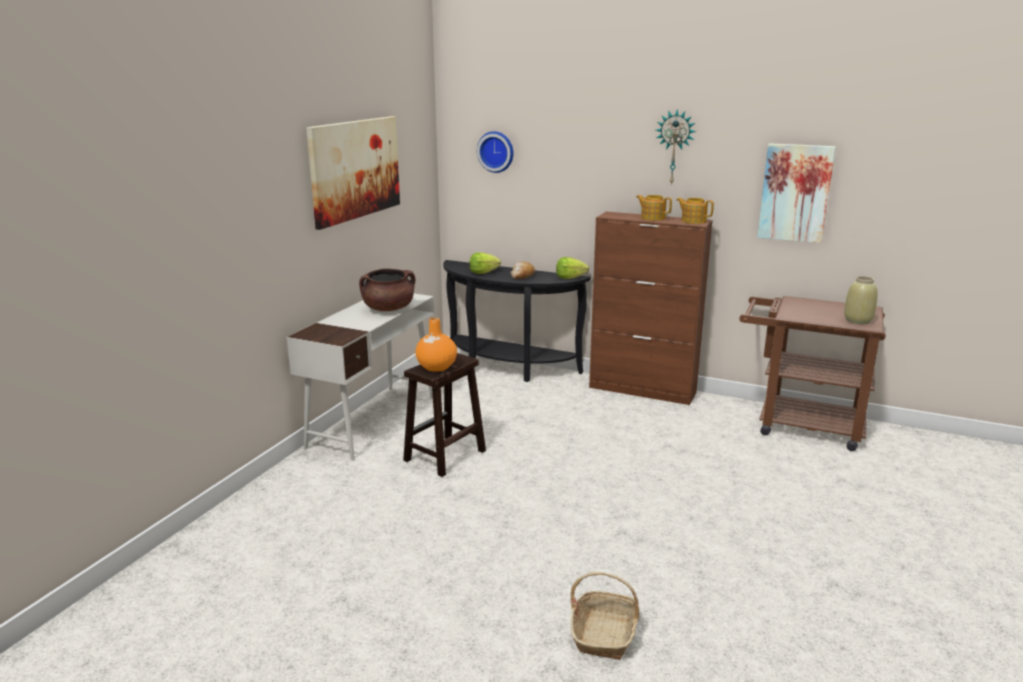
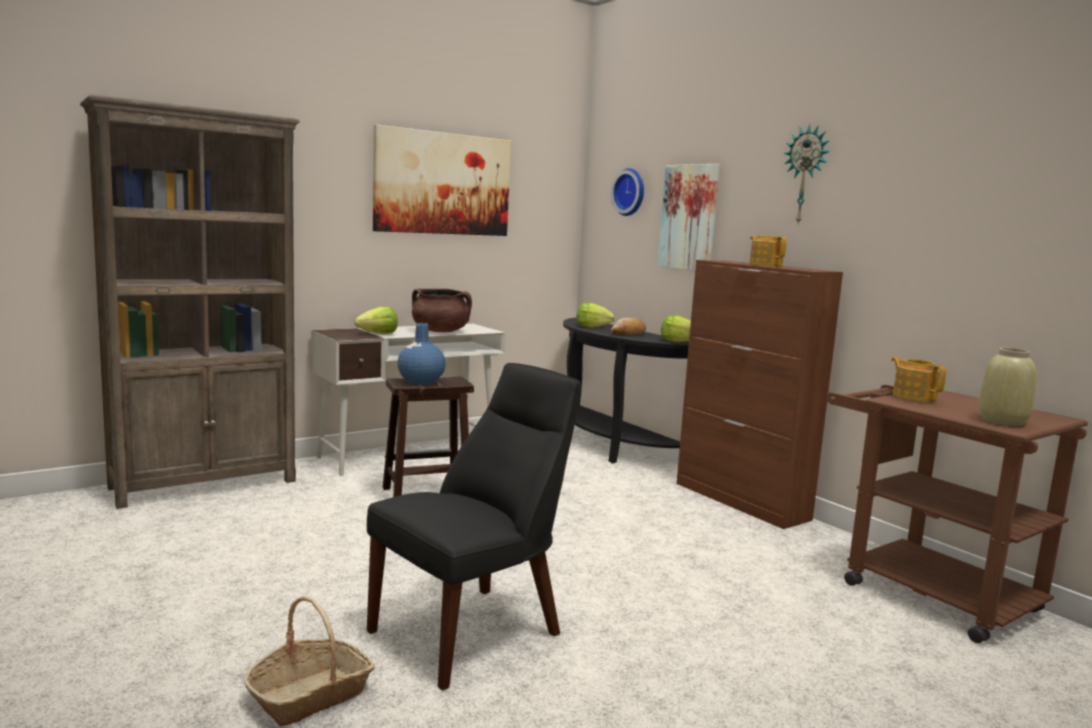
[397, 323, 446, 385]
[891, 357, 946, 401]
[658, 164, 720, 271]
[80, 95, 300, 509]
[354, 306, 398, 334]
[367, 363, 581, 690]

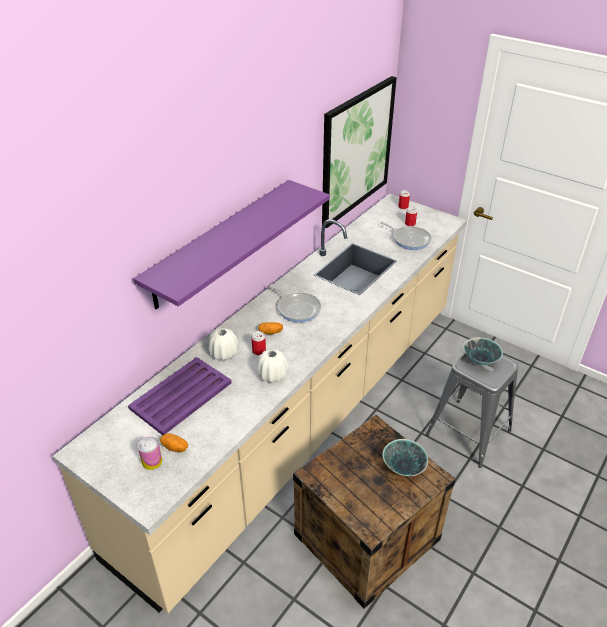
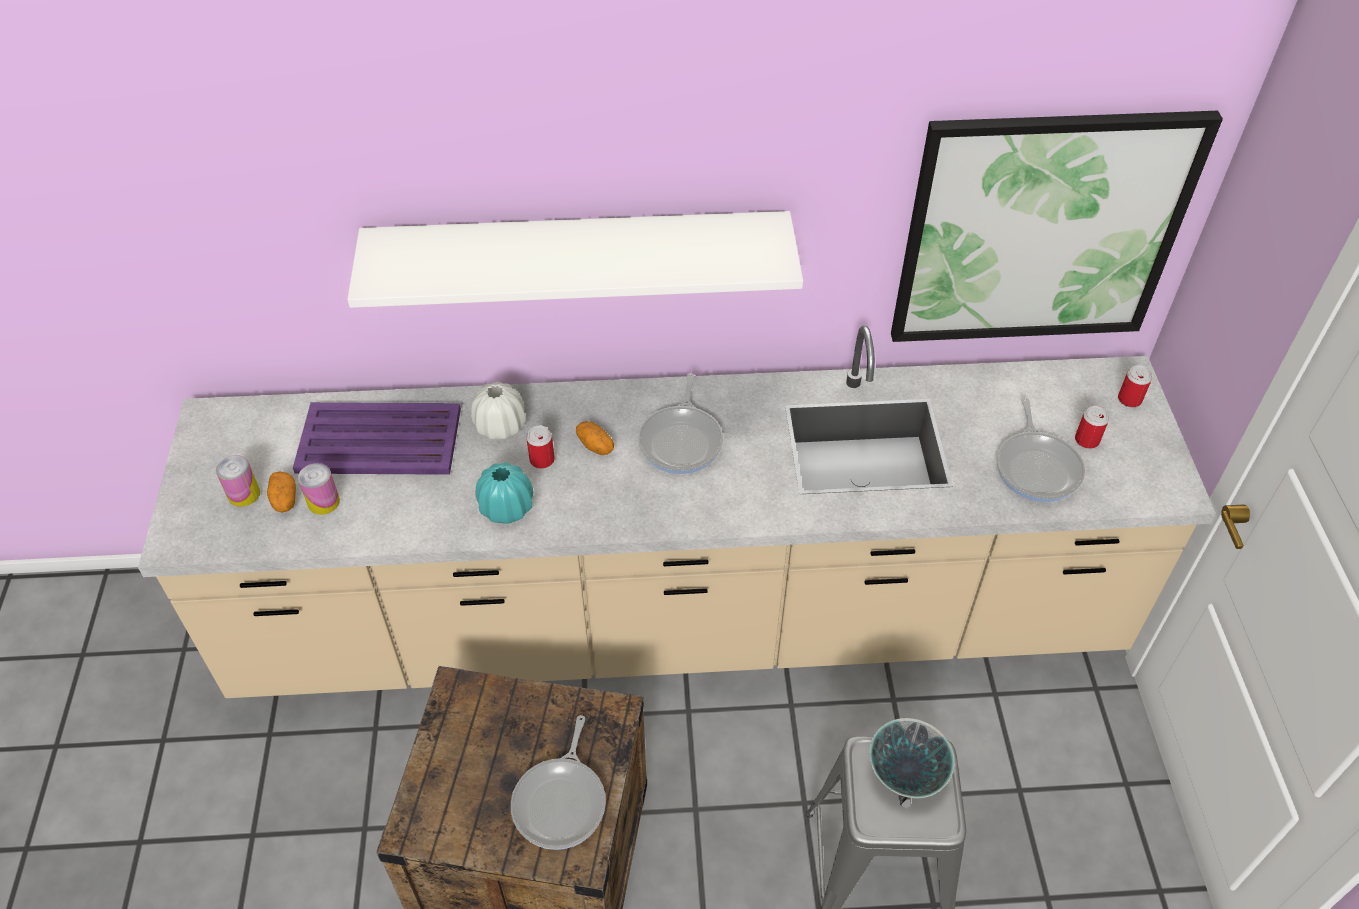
[347, 211, 803, 308]
[476, 462, 533, 524]
[511, 715, 606, 850]
[298, 463, 340, 515]

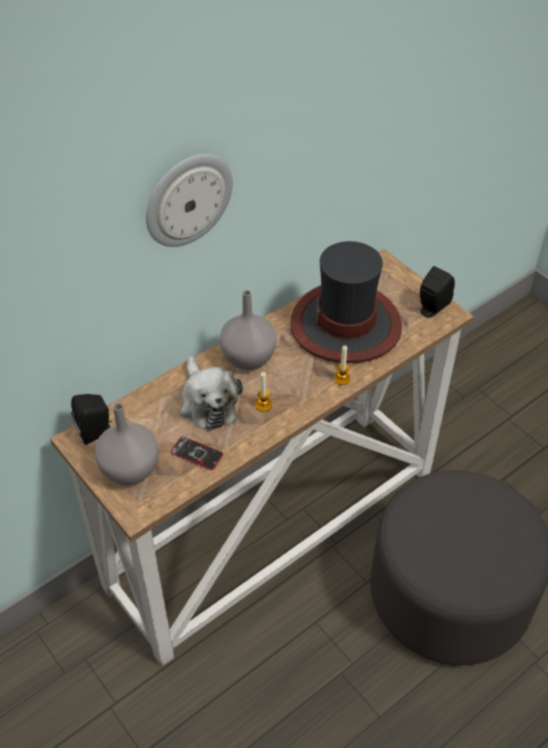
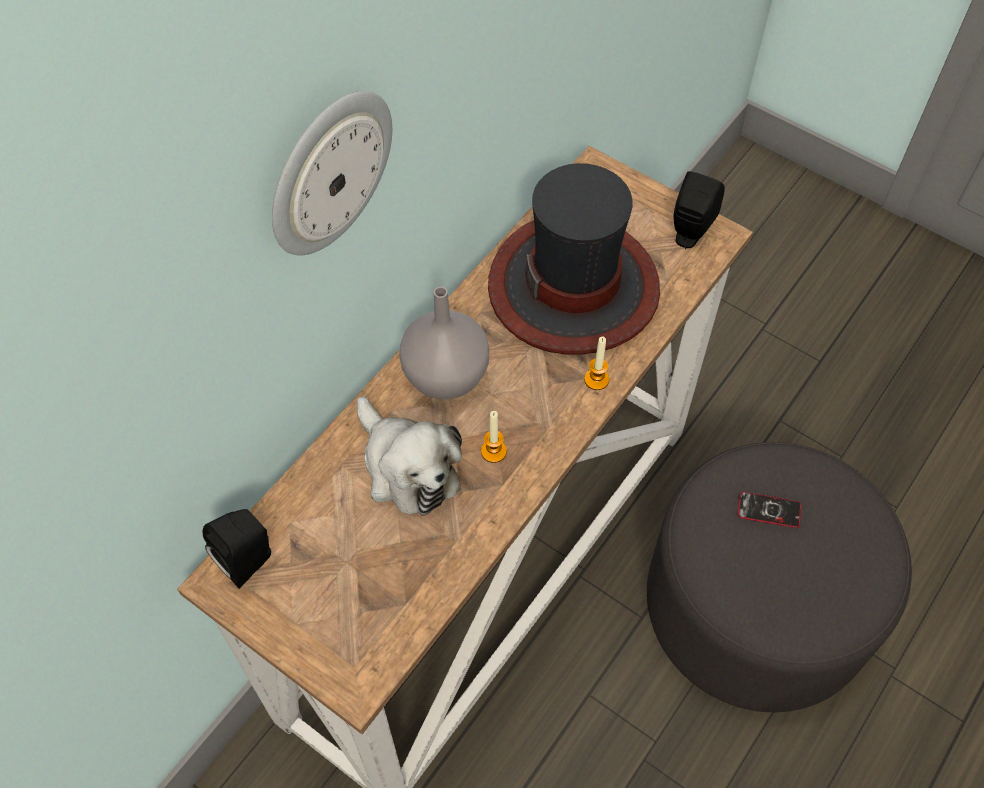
[95, 403, 159, 485] (first image)
[738, 492, 801, 528]

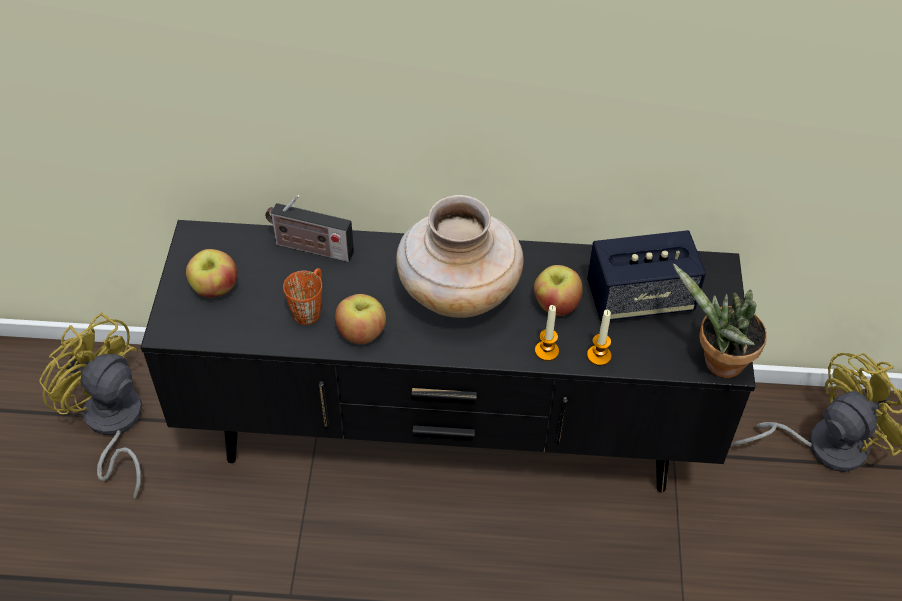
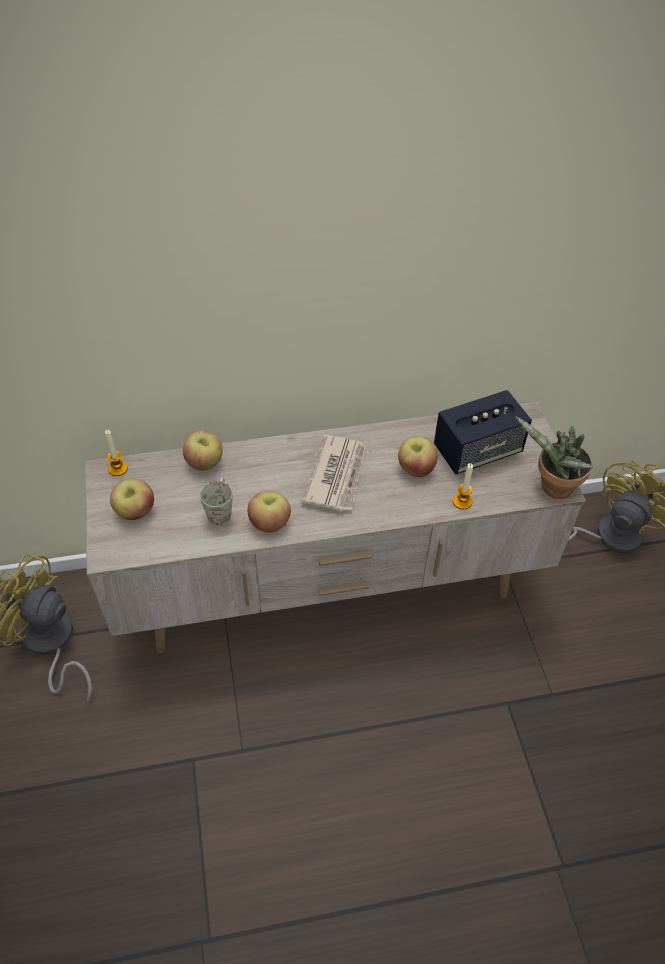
[85, 402, 586, 654]
[183, 430, 223, 471]
[200, 477, 233, 526]
[301, 435, 366, 512]
[105, 430, 128, 476]

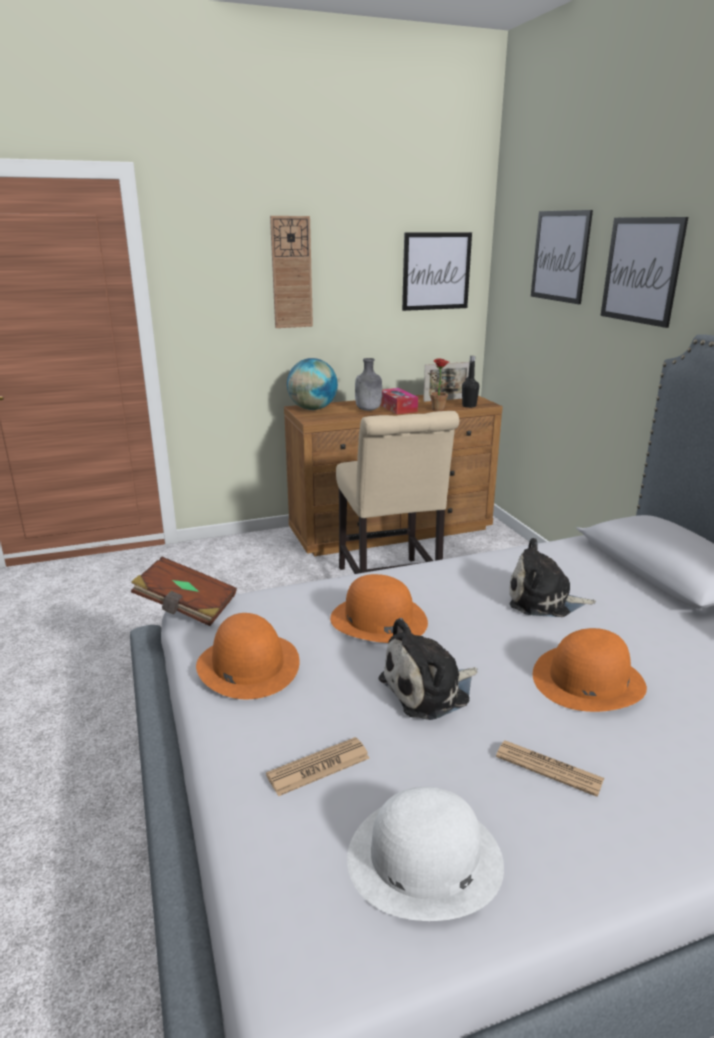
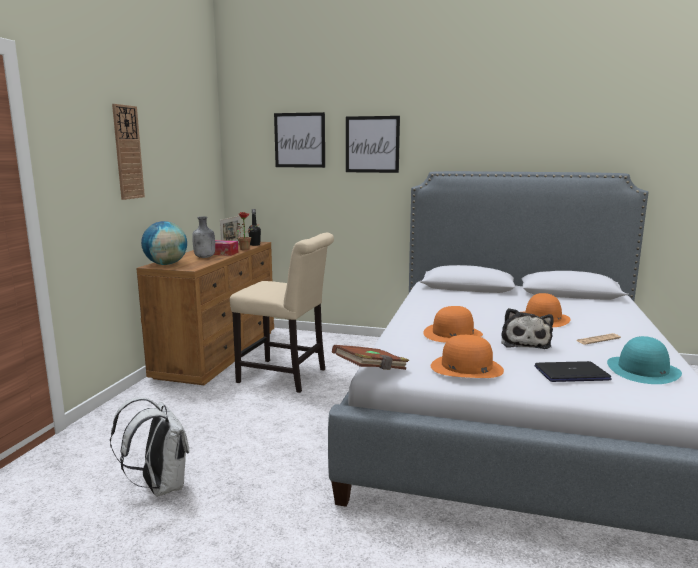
[534, 361, 612, 382]
[607, 336, 682, 384]
[402, 232, 472, 311] (first image)
[509, 538, 596, 617] (first image)
[110, 398, 189, 497]

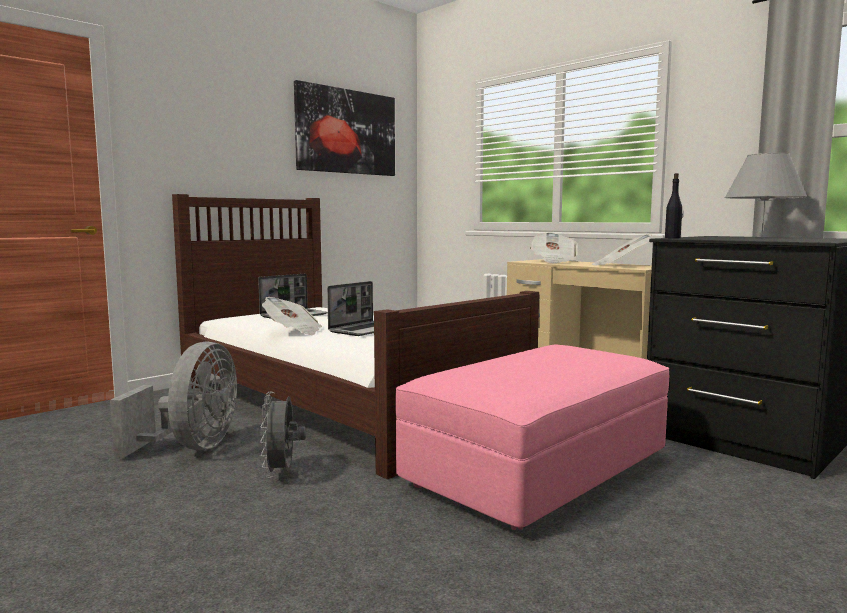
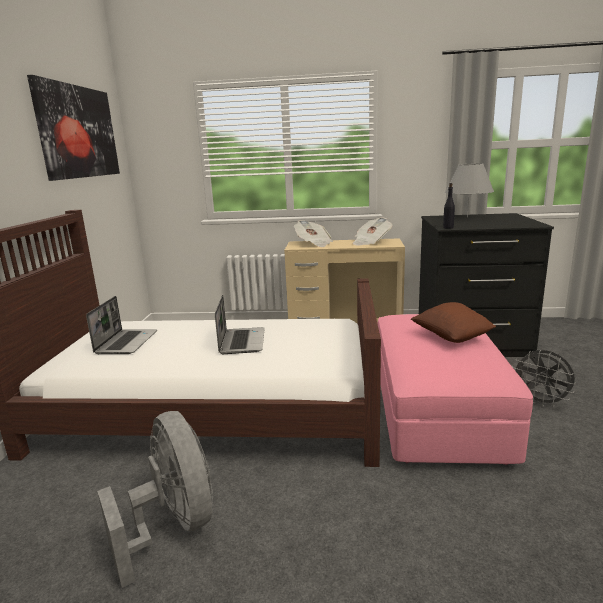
[512, 350, 576, 407]
[262, 297, 322, 335] (first image)
[411, 302, 496, 343]

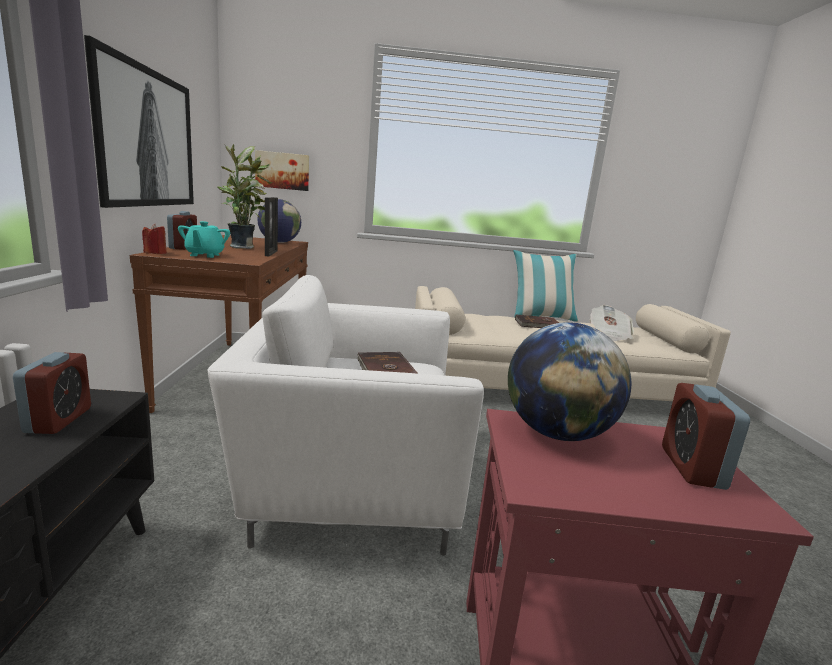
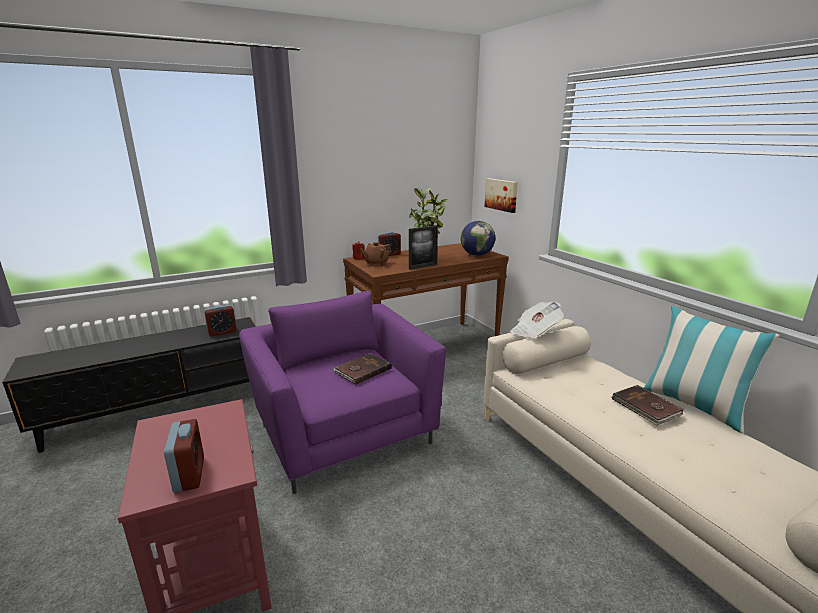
[84, 35, 194, 208] (first image)
[360, 242, 392, 266]
[239, 291, 446, 494]
[508, 322, 631, 441] (first image)
[510, 302, 564, 339]
[164, 419, 204, 493]

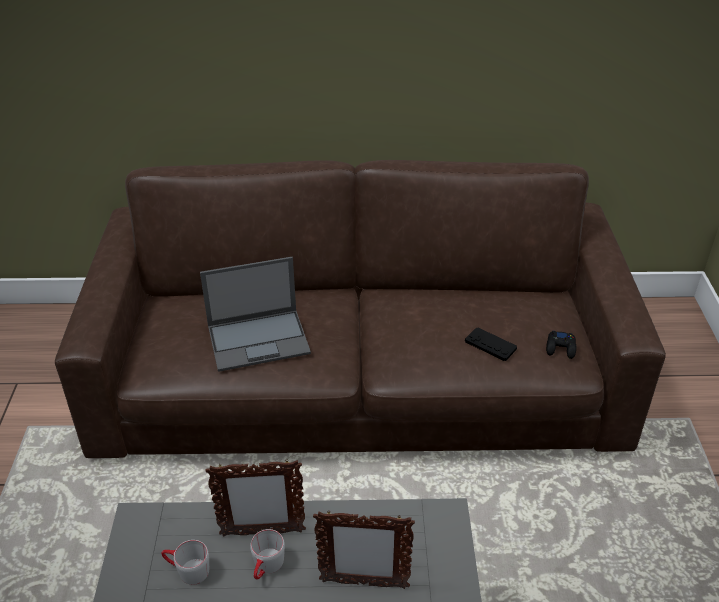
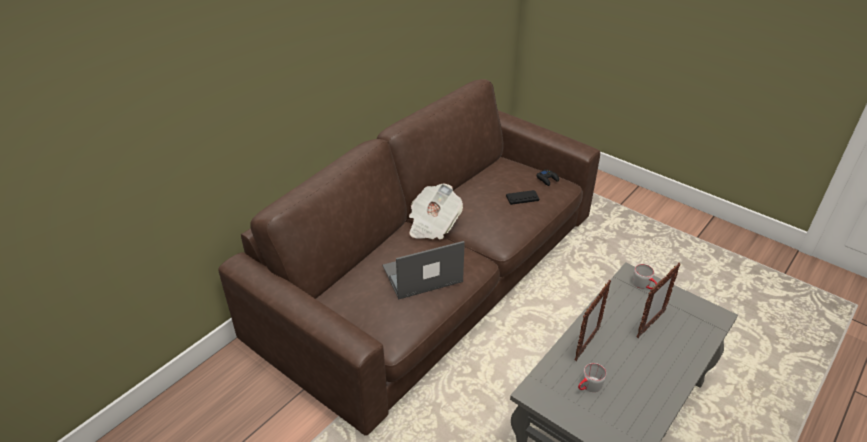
[383, 241, 465, 299]
[633, 264, 657, 289]
[409, 184, 463, 239]

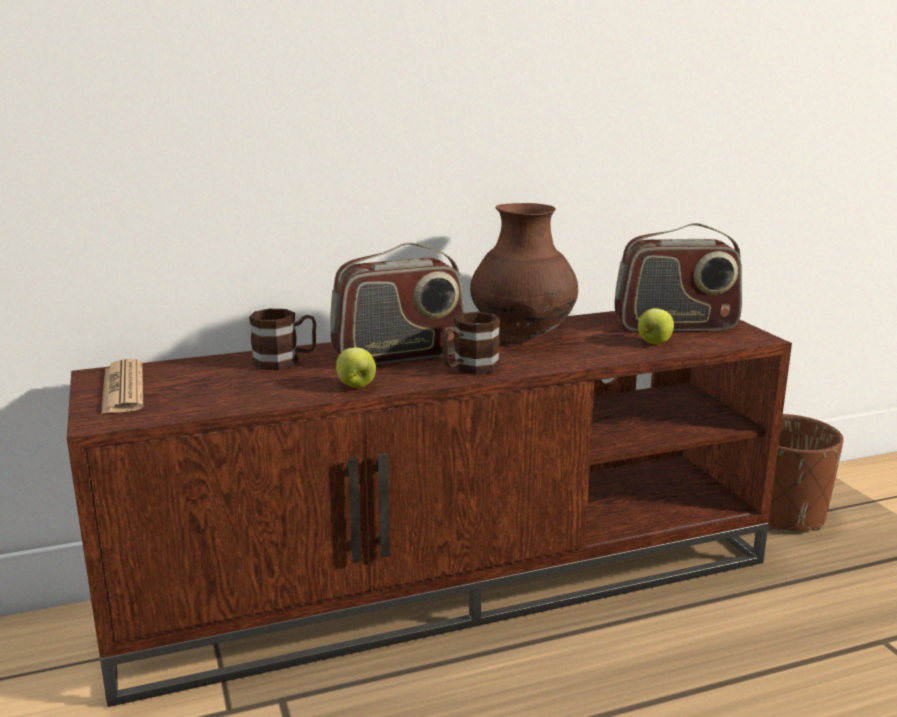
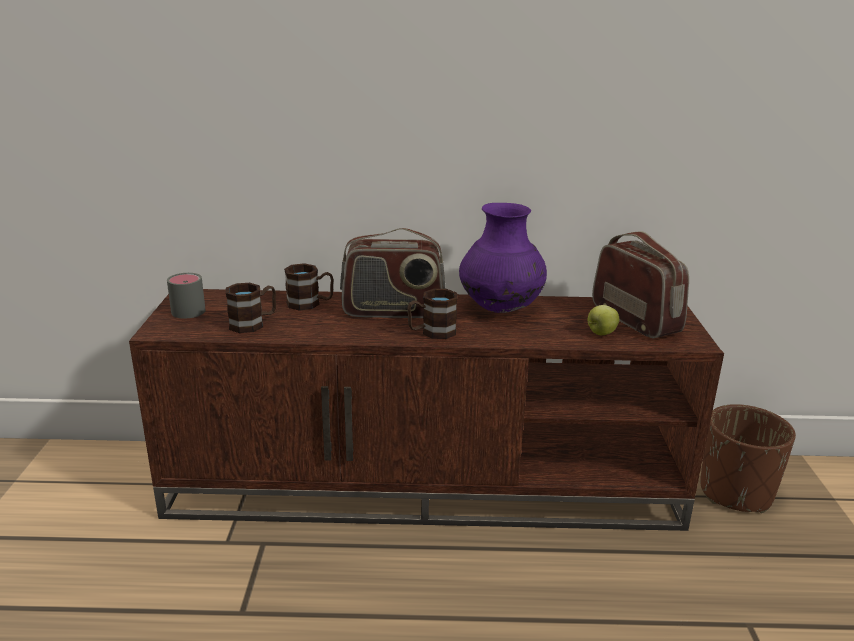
[167, 273, 206, 318]
[336, 347, 376, 388] (first image)
[459, 203, 547, 313]
[592, 231, 689, 339]
[226, 283, 276, 333]

